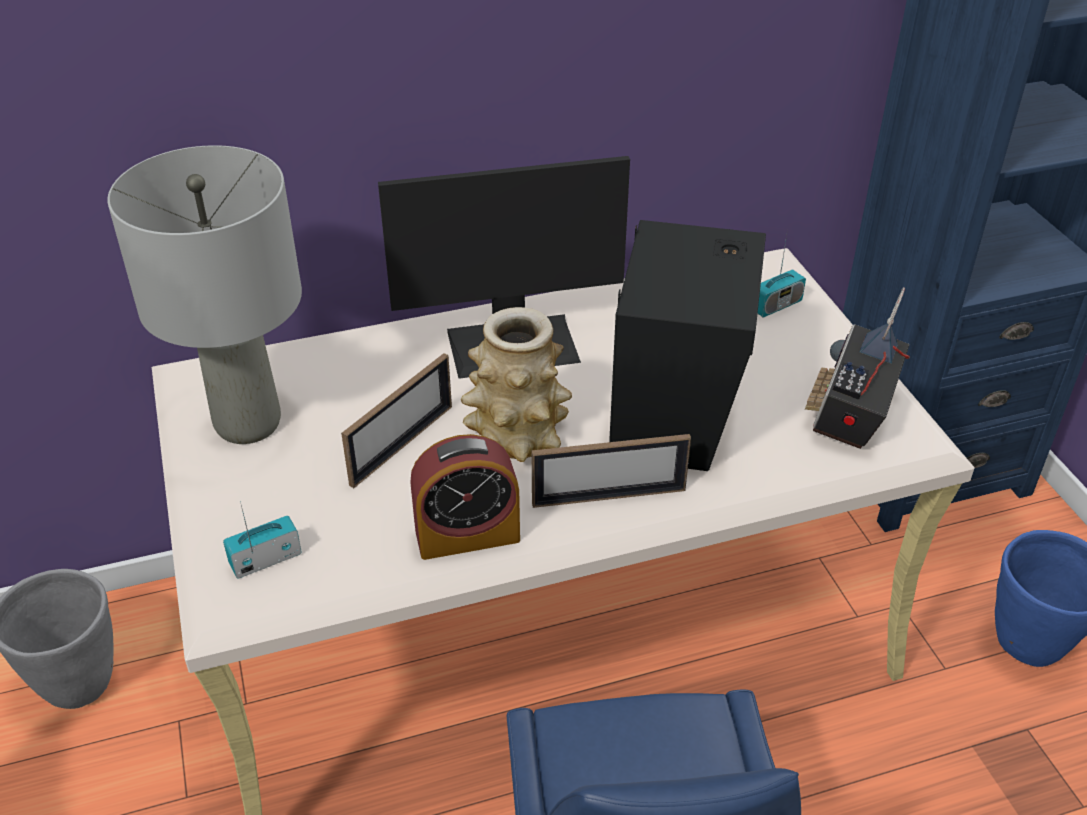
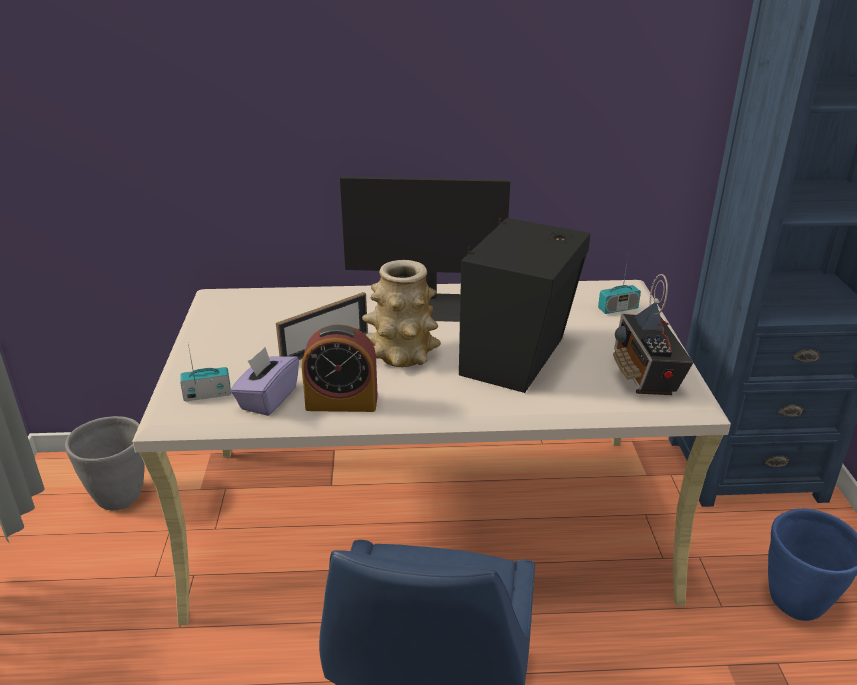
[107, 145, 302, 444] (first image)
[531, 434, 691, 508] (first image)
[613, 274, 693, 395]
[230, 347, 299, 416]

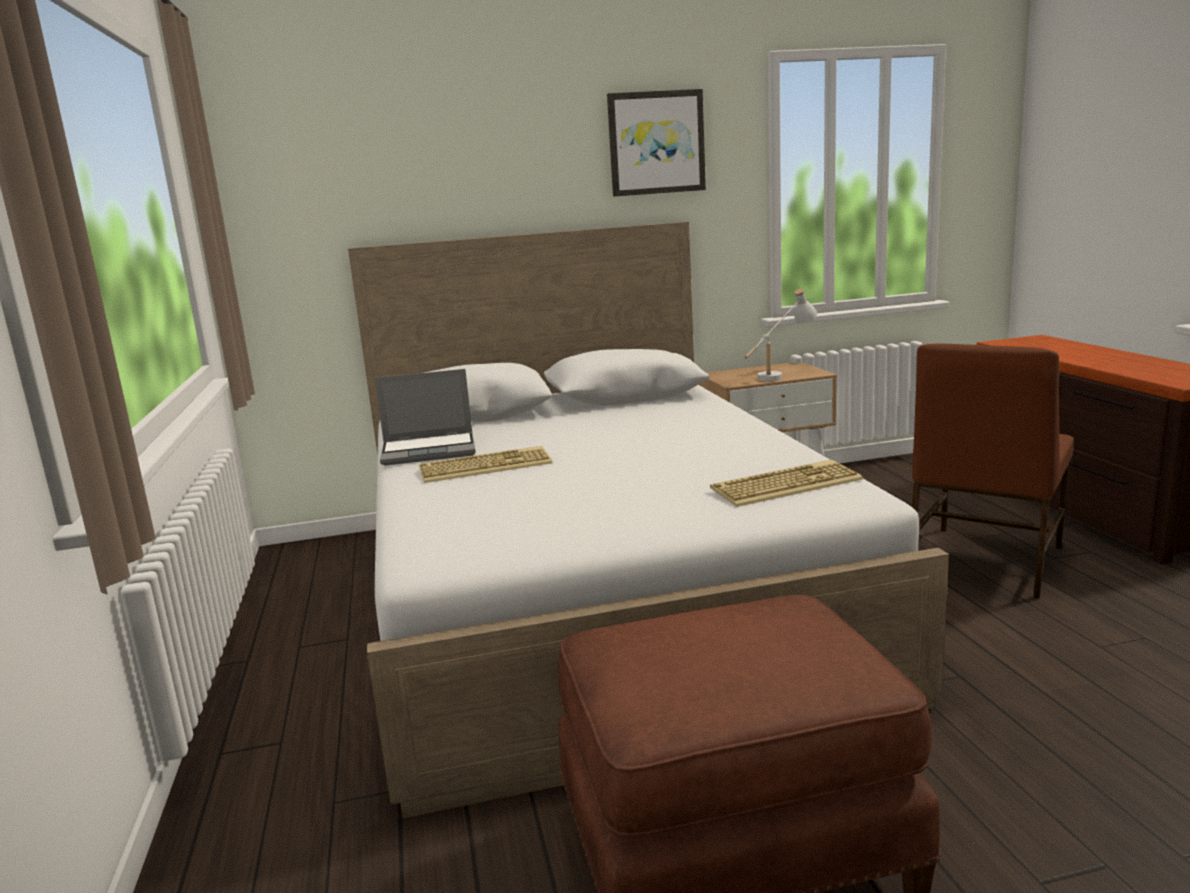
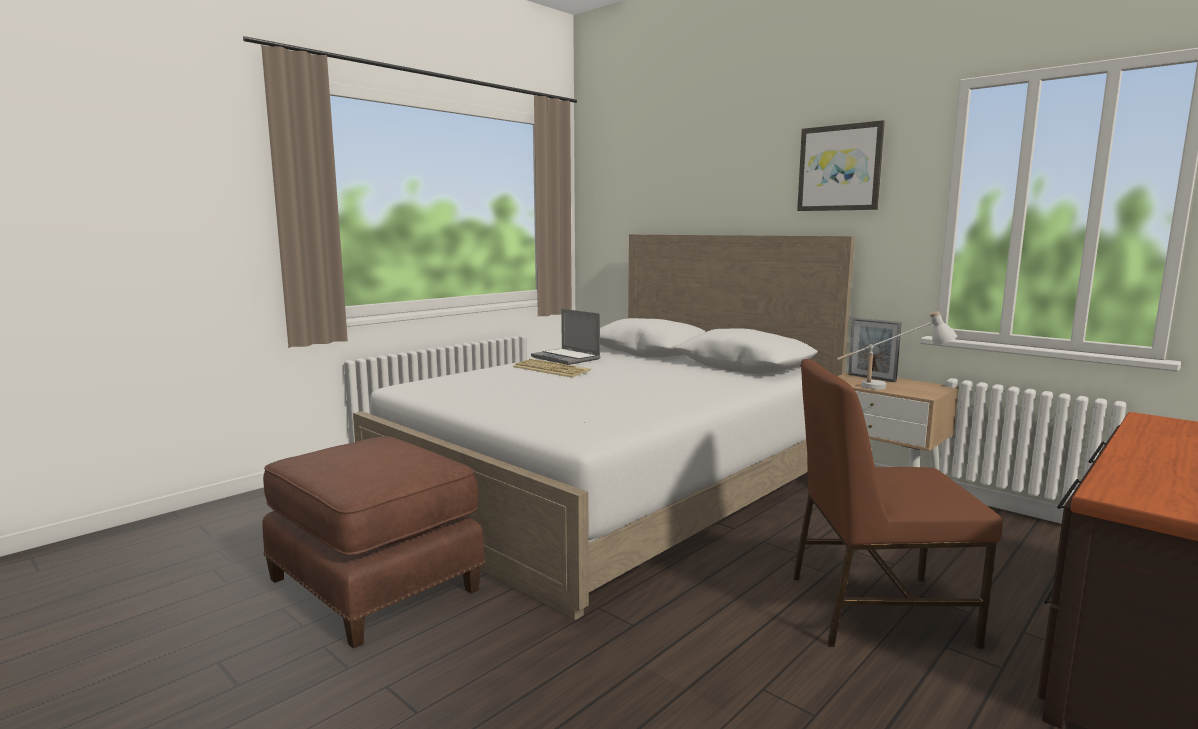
[710, 460, 863, 507] (first image)
[848, 318, 902, 382]

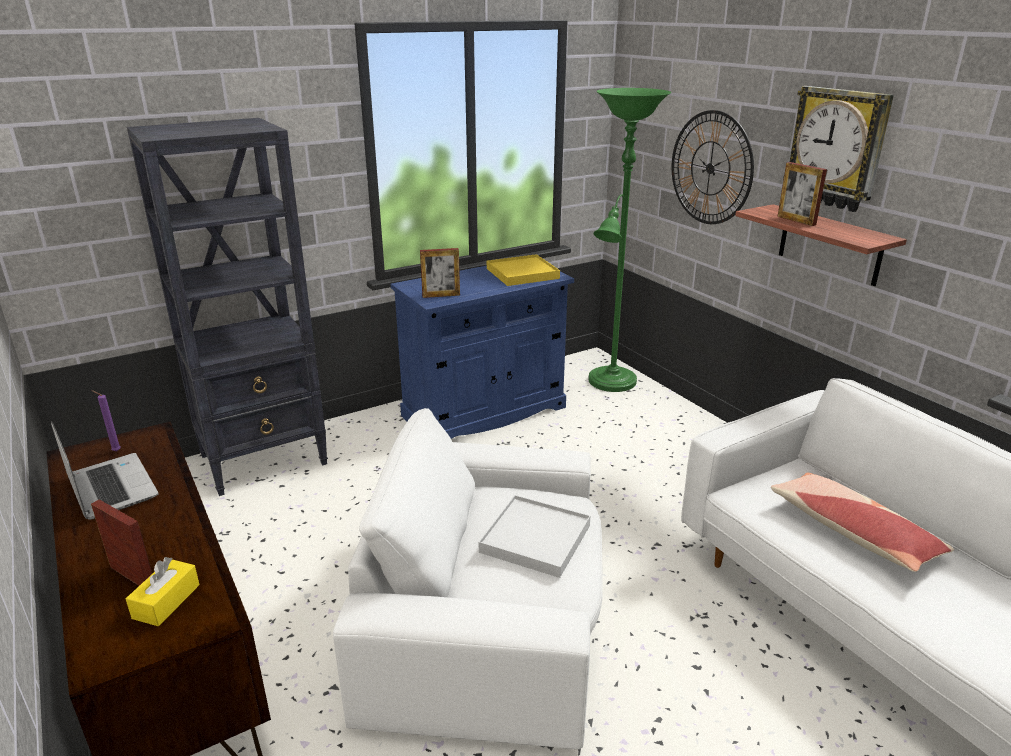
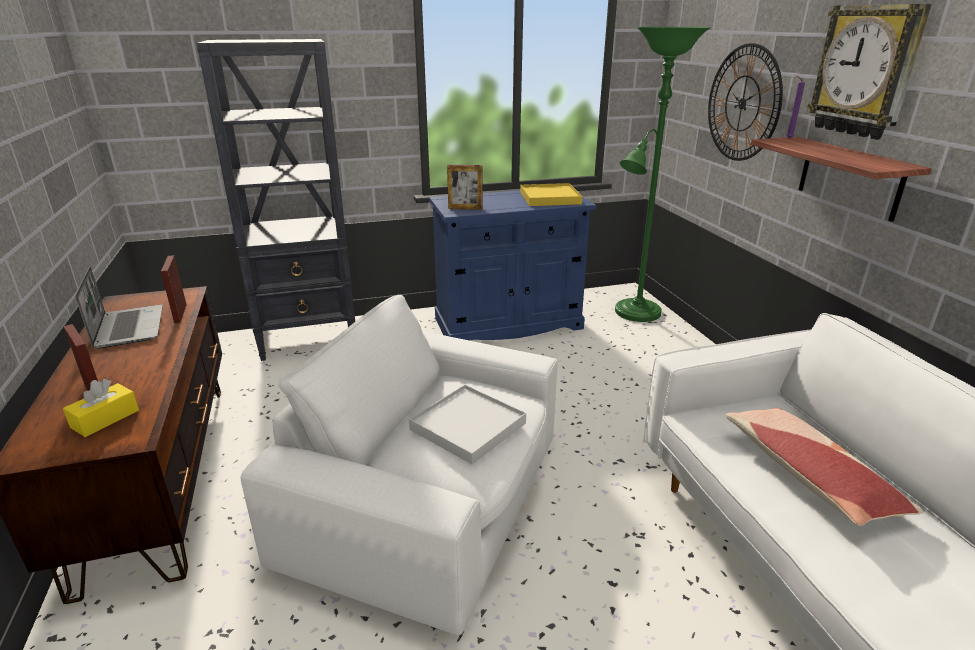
[786, 76, 805, 139]
[161, 255, 186, 323]

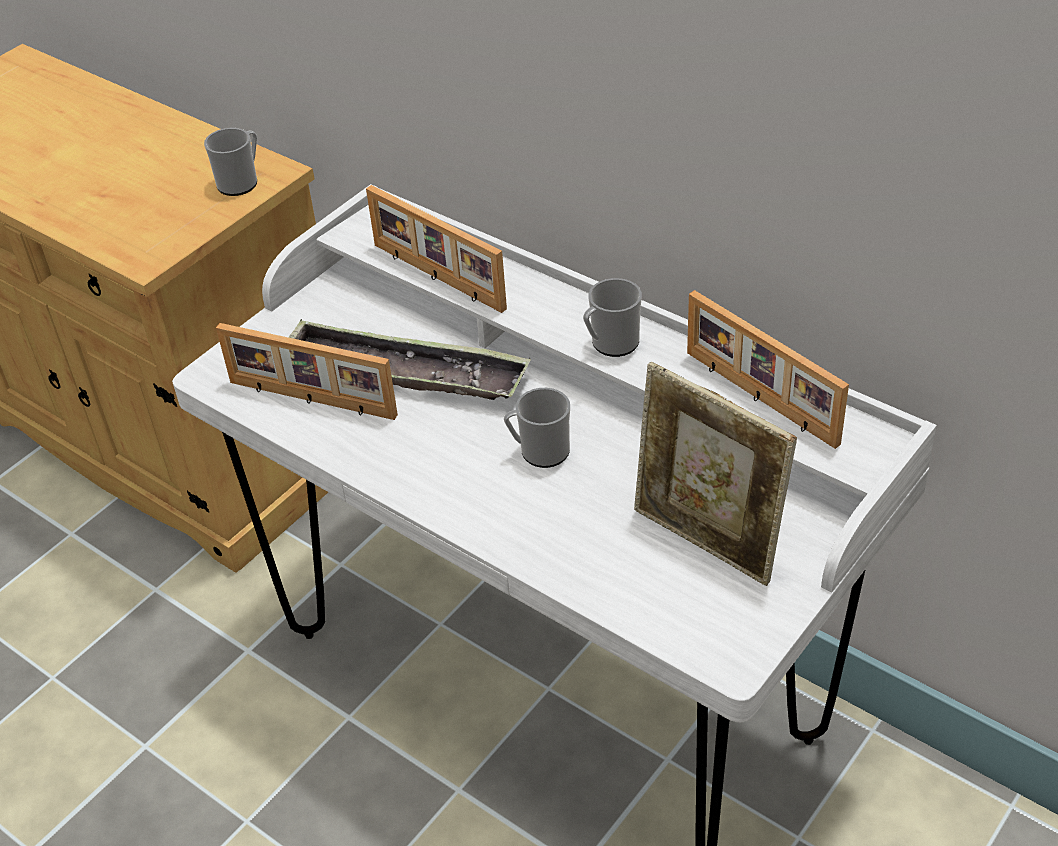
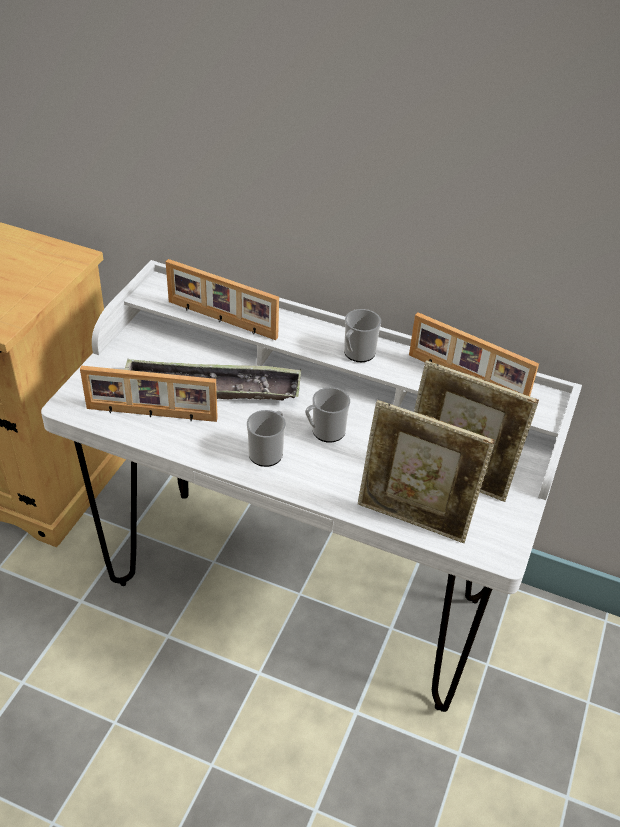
[247, 410, 286, 467]
[358, 400, 495, 543]

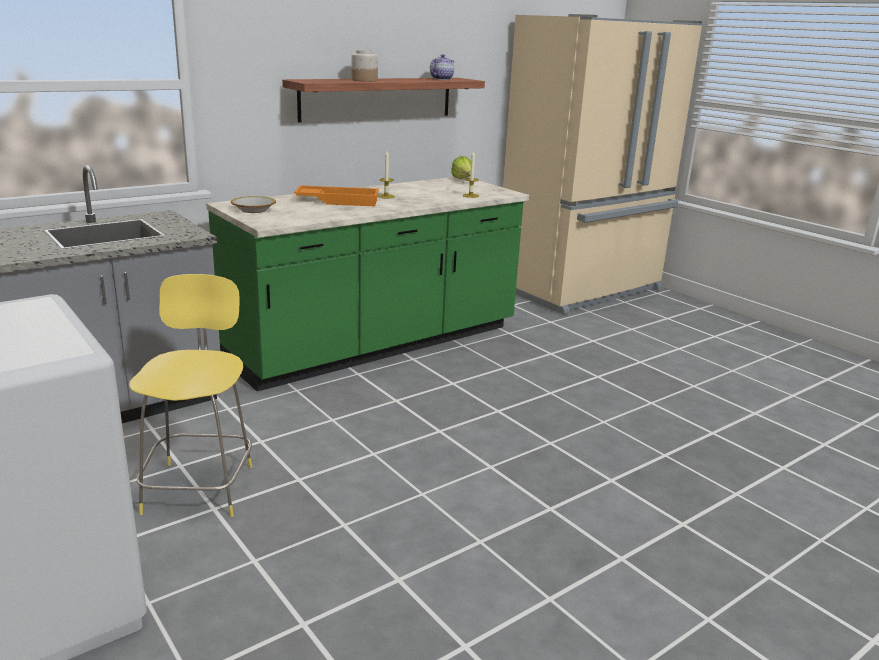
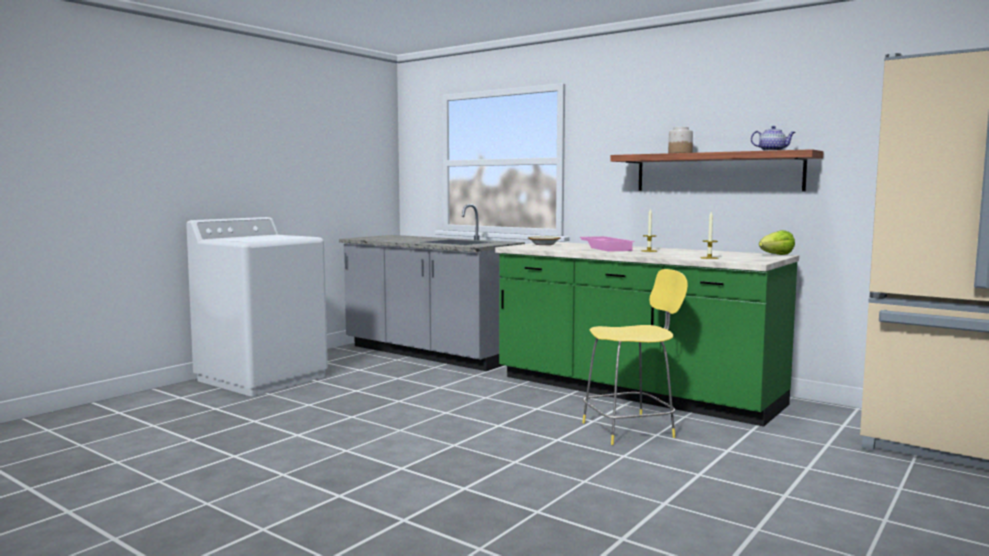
[582, 269, 688, 445]
[580, 236, 635, 252]

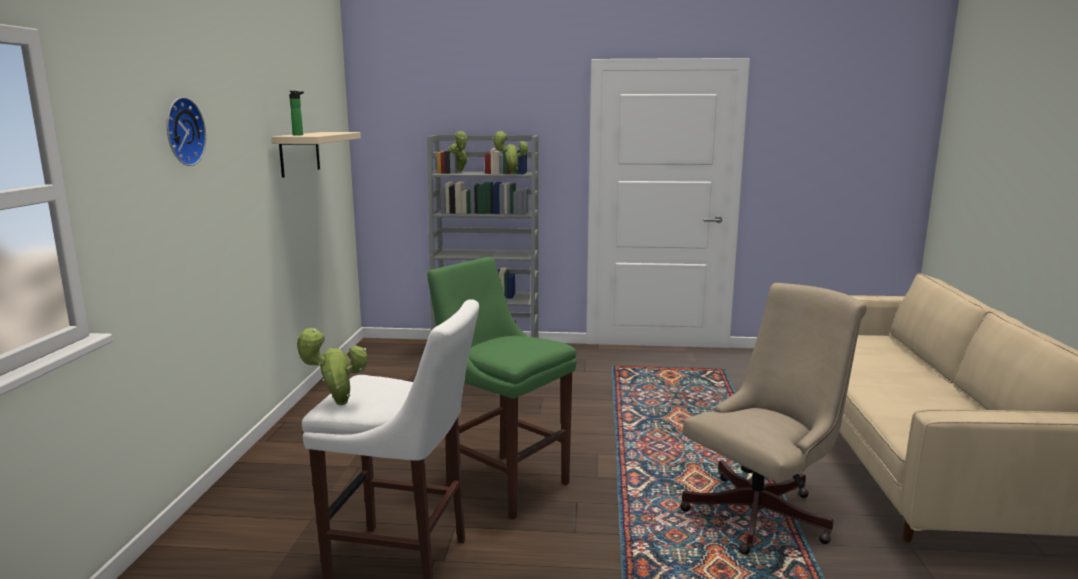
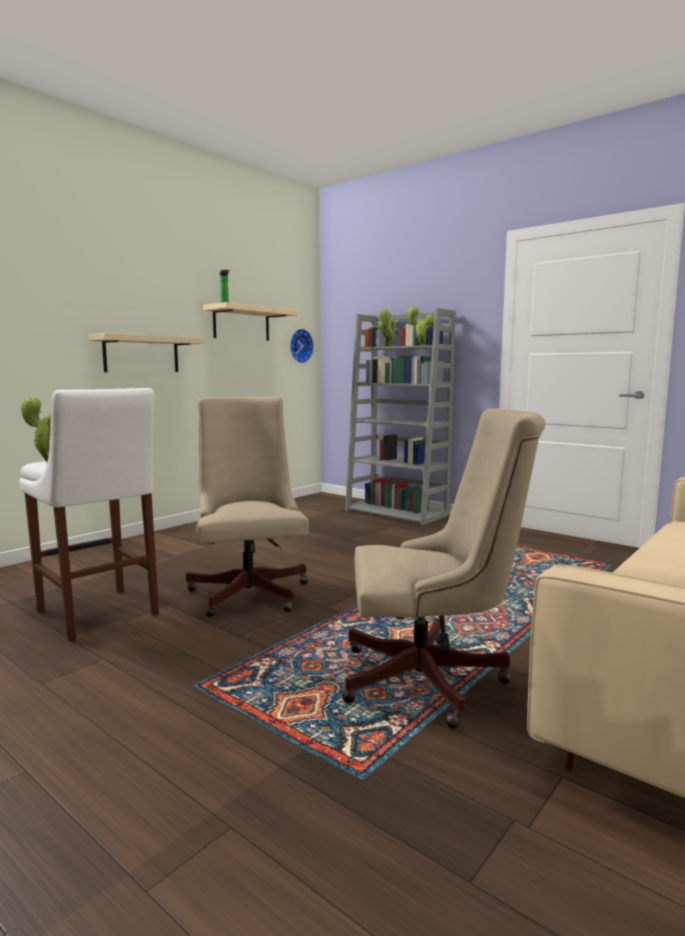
[290, 329, 314, 363]
[186, 397, 309, 617]
[88, 333, 204, 372]

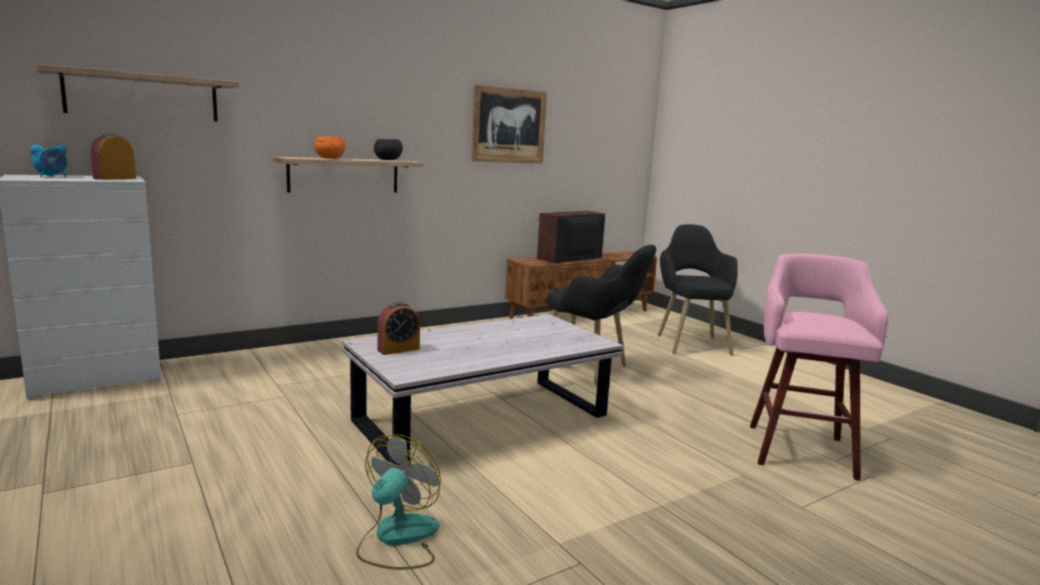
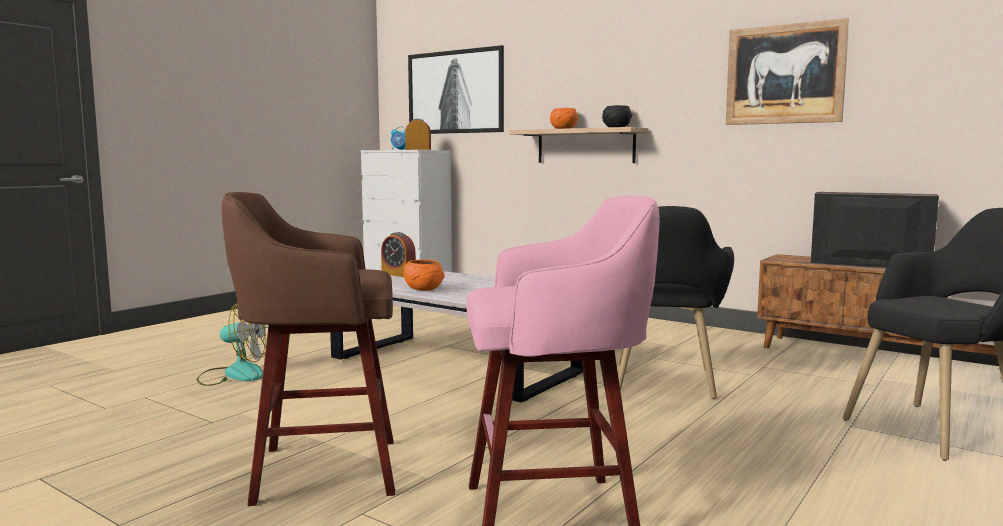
[408, 45, 504, 134]
[222, 192, 395, 506]
[404, 260, 445, 291]

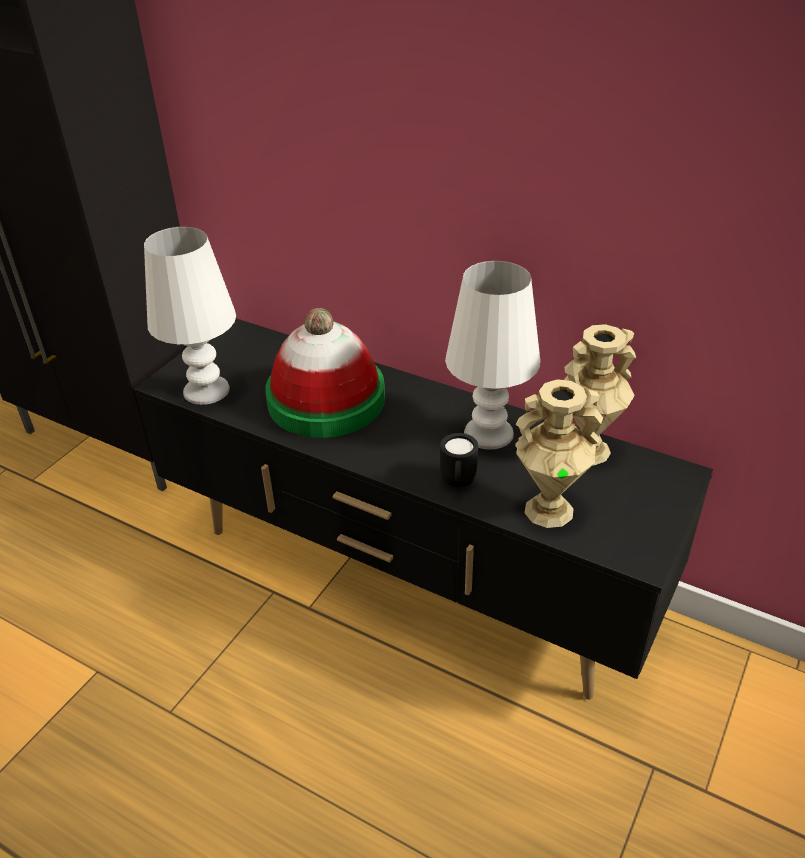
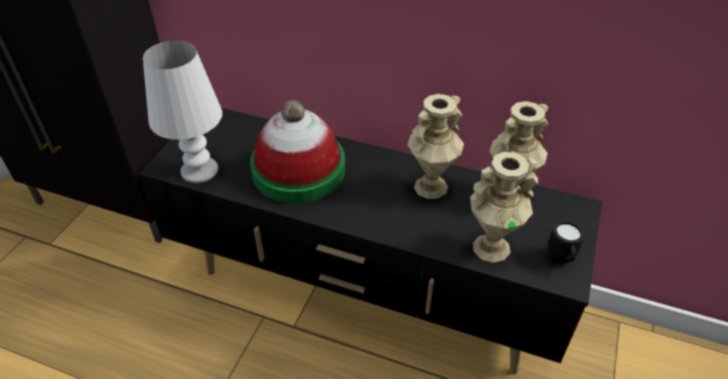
[547, 220, 585, 263]
[407, 94, 464, 199]

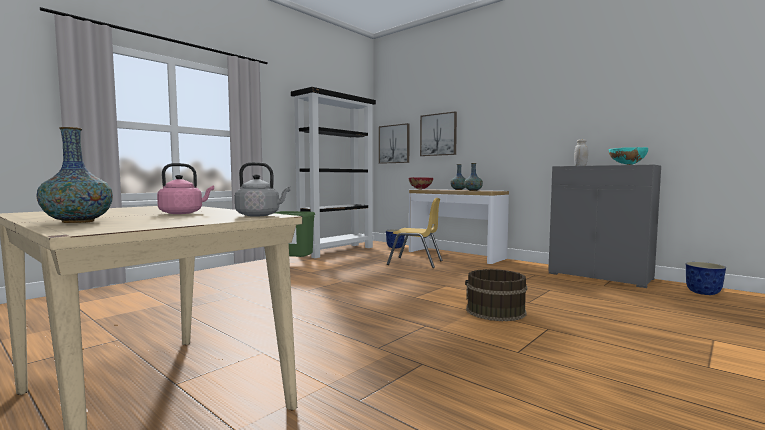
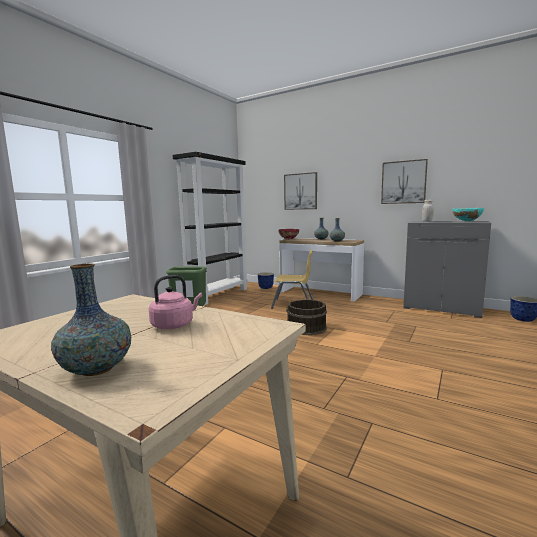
[235, 162, 290, 217] (first image)
[381, 159, 428, 204]
[286, 299, 327, 335]

